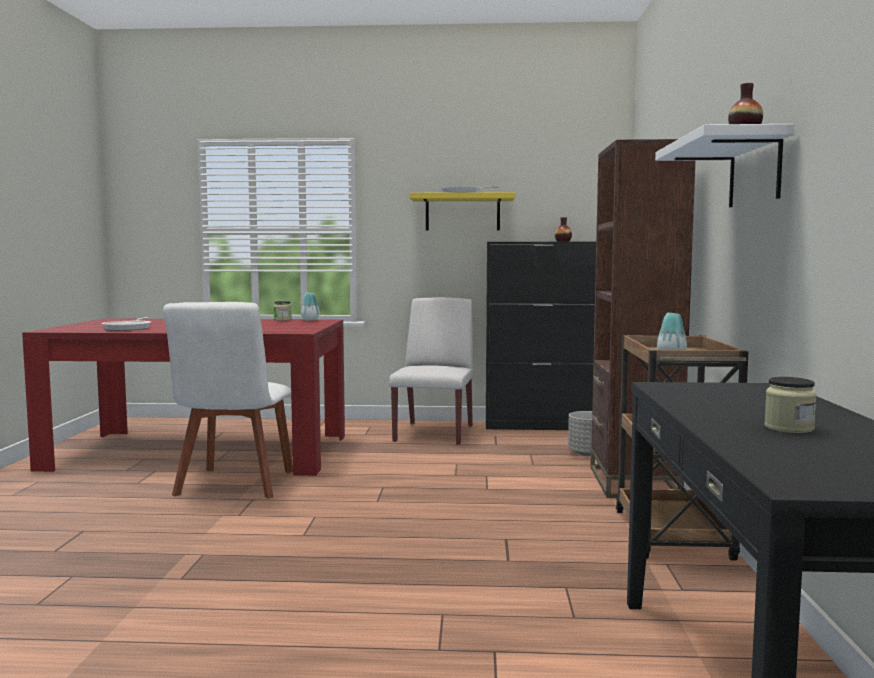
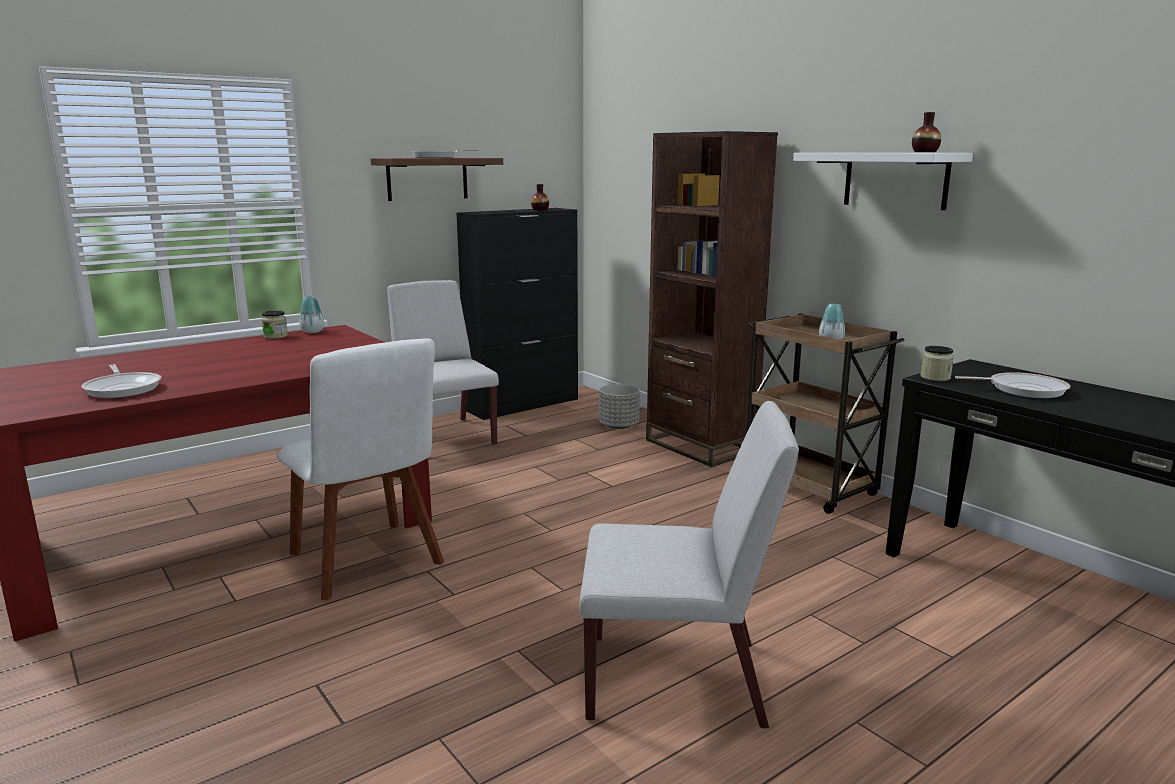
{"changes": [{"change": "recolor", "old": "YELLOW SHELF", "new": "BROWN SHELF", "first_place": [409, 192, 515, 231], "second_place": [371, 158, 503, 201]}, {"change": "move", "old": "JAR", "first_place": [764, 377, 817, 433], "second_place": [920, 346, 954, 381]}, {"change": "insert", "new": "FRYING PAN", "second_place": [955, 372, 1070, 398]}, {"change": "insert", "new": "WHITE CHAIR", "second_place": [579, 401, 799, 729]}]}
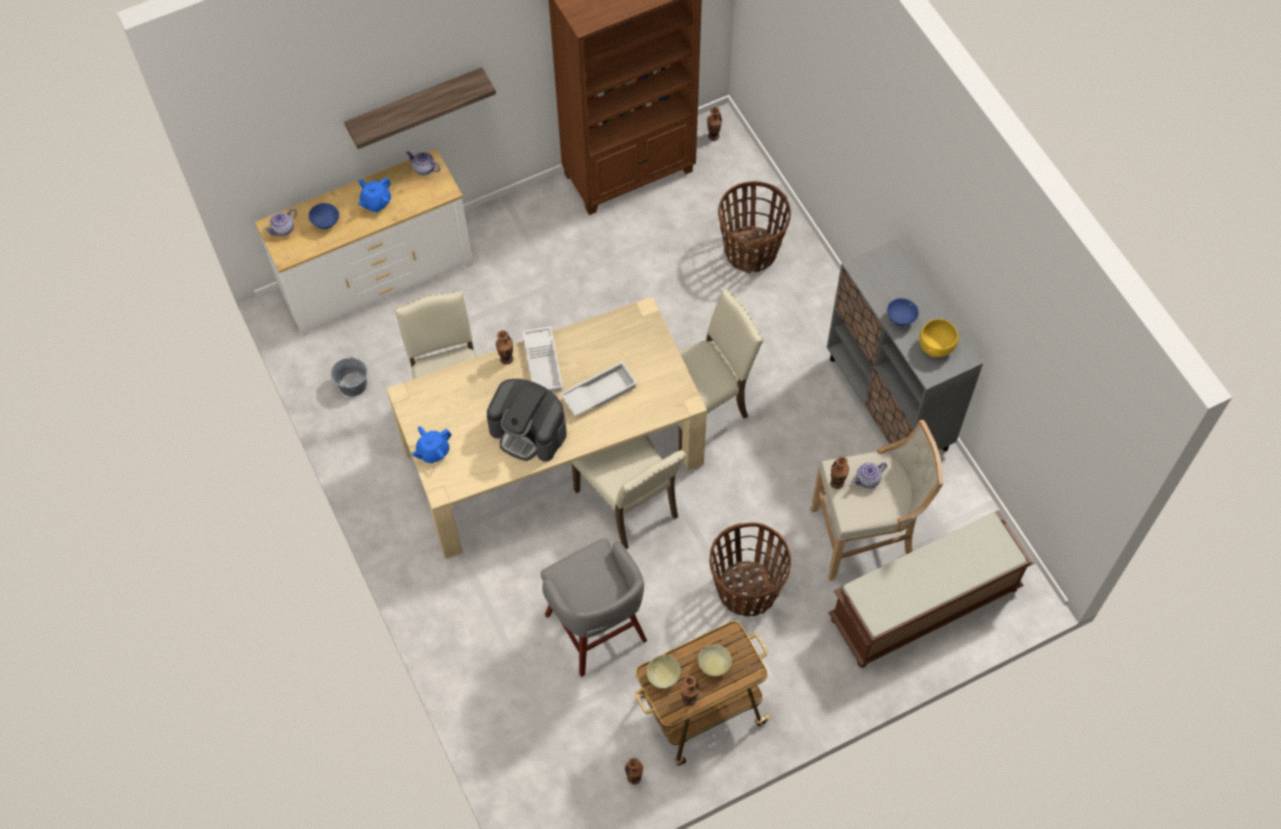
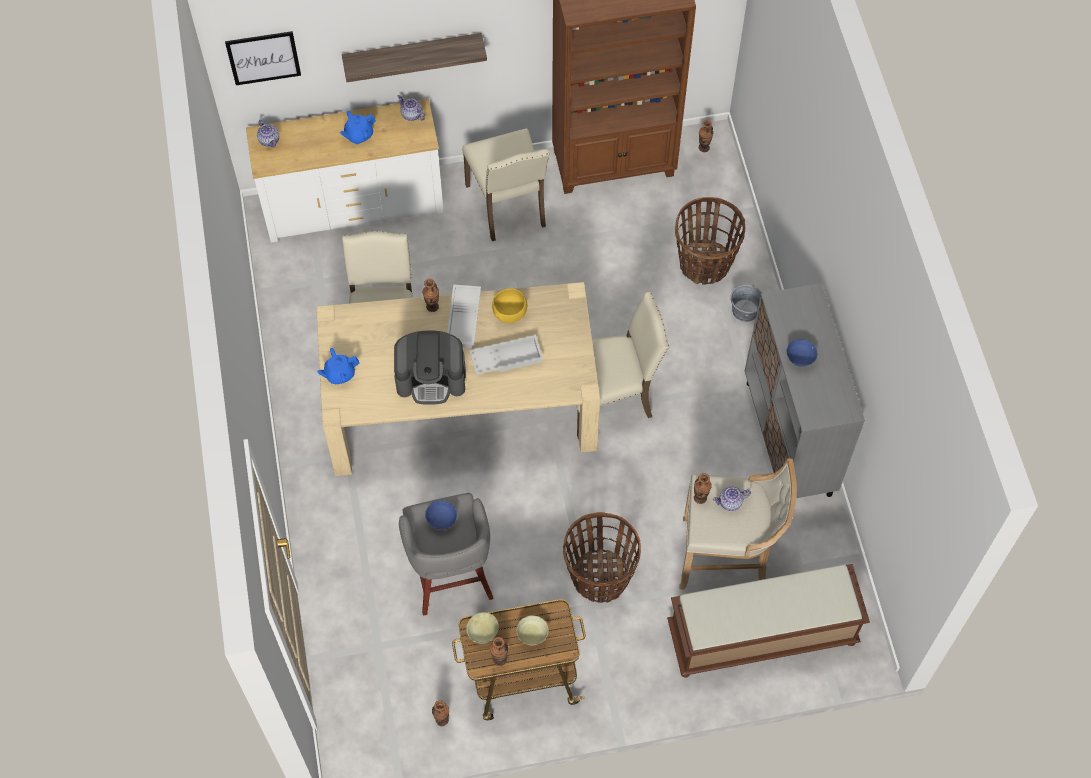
{"changes": [{"change": "move", "old": "BLUE BOWL", "first_place": [308, 203, 339, 229], "second_place": [425, 501, 457, 529]}, {"change": "rotate", "old": "TEAPOT", "first_place": [265, 209, 297, 236], "second_place": [257, 120, 279, 147], "degrees": -90}, {"change": "move", "old": "YELLOW BOWL", "first_place": [919, 319, 959, 357], "second_place": [492, 288, 527, 323]}, {"change": "move", "old": "GREY BUCKET", "first_place": [331, 356, 368, 396], "second_place": [730, 284, 762, 322]}, {"change": "rotate", "old": "COFFEE MACHINE", "first_place": [487, 379, 567, 462], "second_place": [394, 331, 466, 405], "degrees": -45}, {"change": "move", "old": "BEIGE CHAIR", "first_place": [571, 435, 686, 549], "second_place": [462, 128, 549, 241]}, {"change": "insert", "new": "PICTURE", "second_place": [225, 31, 301, 85]}]}
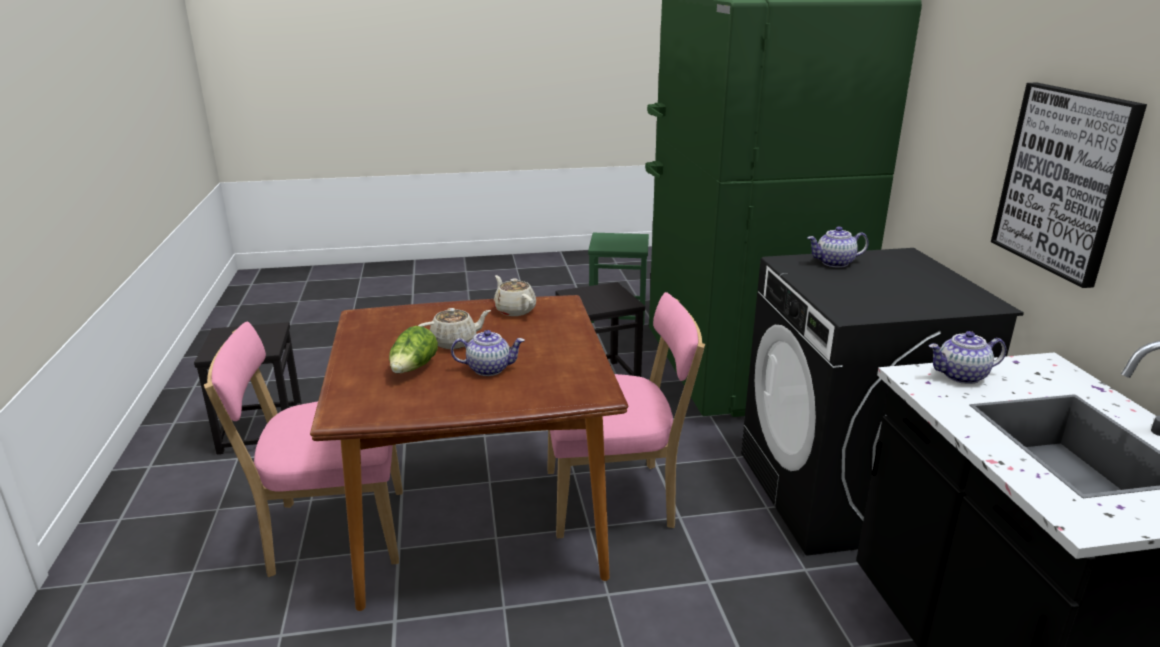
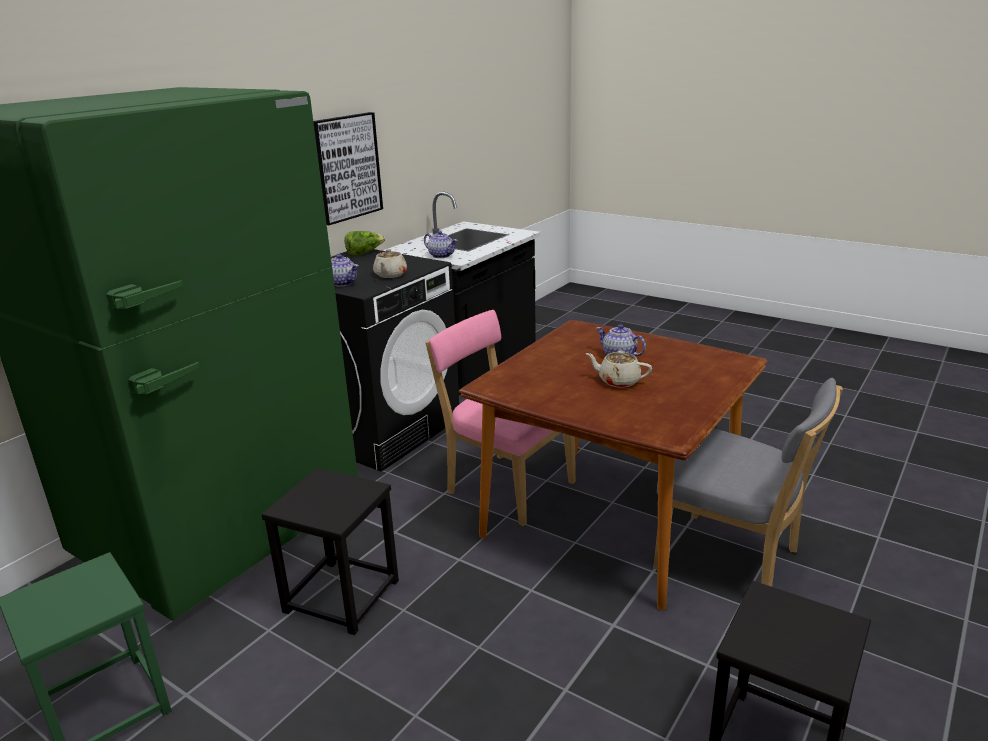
{"changes": [{"change": "move", "old": "BEIGE TEAPOT", "first_place": [493, 275, 536, 316], "second_place": [373, 249, 407, 278]}, {"change": "recolor", "old": "PINK CHAIR", "new": "GREY CHAIR", "first_place": [204, 322, 403, 577], "second_place": [653, 378, 843, 587]}, {"change": "move", "old": "LETTUCE", "first_place": [389, 326, 438, 373], "second_place": [344, 231, 385, 256]}]}
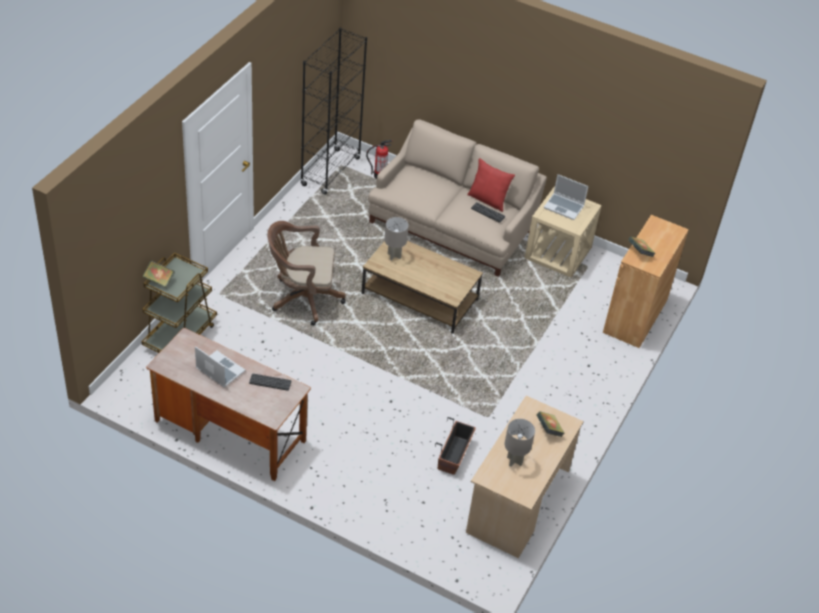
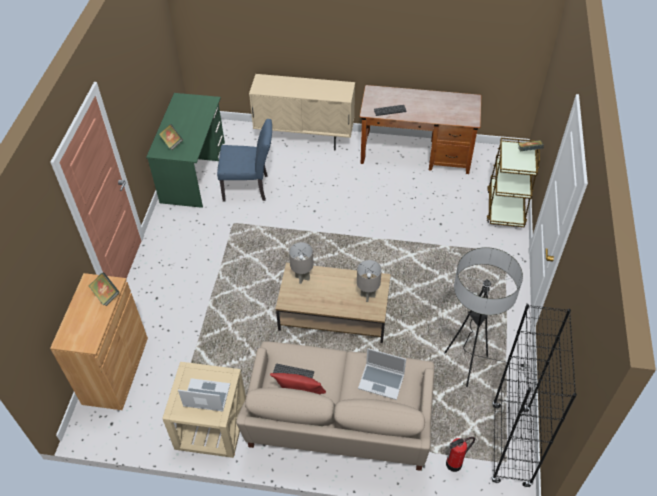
{"changes": [{"change": "delete", "old": "BROWN OFFICE CHAIR", "first_place": [267, 221, 346, 326]}, {"change": "move", "old": "LAPTOP", "first_place": [195, 346, 246, 388], "second_place": [358, 348, 406, 400]}, {"change": "recolor", "old": "BEIGE DESK", "new": "GREEN DESK", "first_place": [466, 396, 584, 558], "second_place": [146, 93, 225, 208]}, {"change": "replace", "old": "PLANTER", "new": "BLUE CHAIR", "first_place": [435, 417, 476, 475], "second_place": [217, 119, 272, 202]}, {"change": "move", "old": "GREY TABLE LAMP", "first_place": [505, 419, 535, 467], "second_place": [289, 242, 314, 284]}, {"change": "insert", "new": "BEIGE CABINET", "second_place": [249, 74, 355, 150]}, {"change": "insert", "new": "FLOOR LAMP", "second_place": [444, 247, 529, 387]}]}
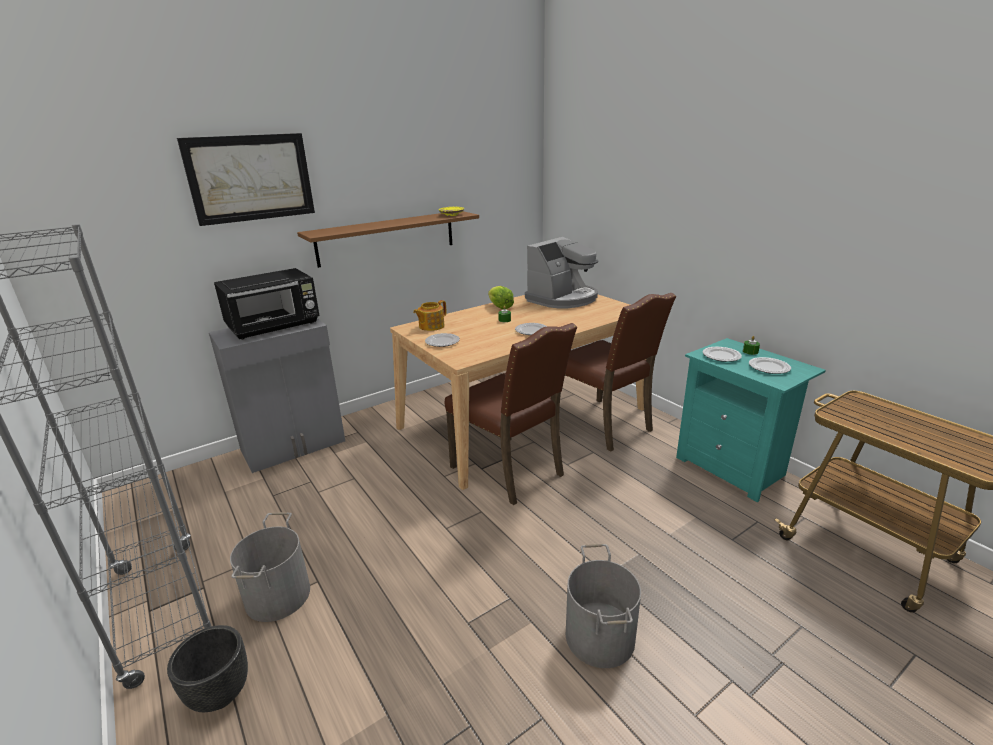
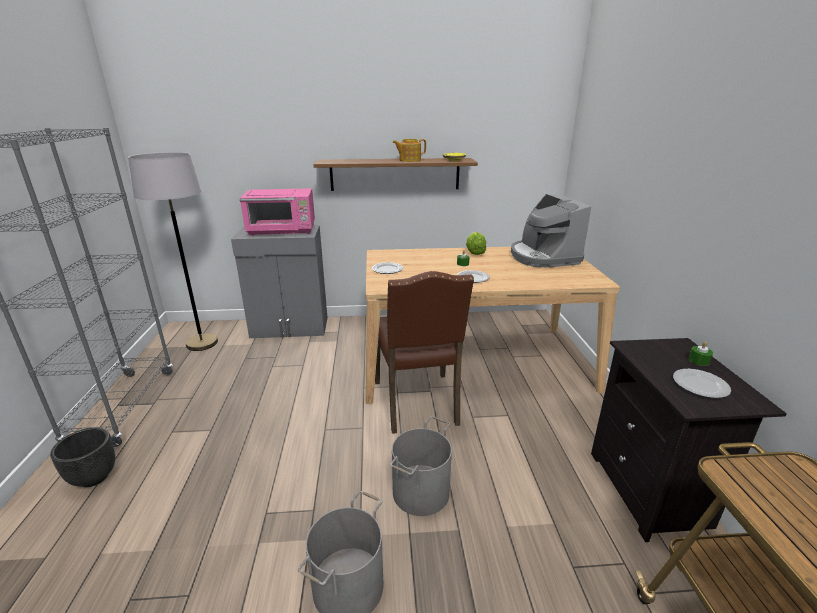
{"changes": [{"change": "delete", "old": "PICTURE", "first_place": [177, 133, 315, 226]}, {"change": "rotate", "old": "COFFEE MACHINE", "first_place": [525, 237, 598, 308], "second_place": [511, 194, 591, 268], "degrees": 90}, {"change": "recolor", "old": "BLACK MICROWAVE", "new": "PINK MICROWAVE", "first_place": [214, 268, 320, 340], "second_place": [240, 188, 315, 236]}, {"change": "delete", "old": "BROWN CHAIR", "first_place": [565, 293, 676, 452]}, {"change": "move", "old": "TEAPOT", "first_place": [413, 300, 446, 331], "second_place": [393, 139, 426, 162]}, {"change": "recolor", "old": "TURQUOISE NIGHTSTAND", "new": "BLACK NIGHTSTAND", "first_place": [676, 338, 826, 502], "second_place": [591, 338, 787, 542]}, {"change": "delete", "old": "PLATE", "first_place": [703, 347, 742, 362]}, {"change": "move", "old": "GREY BUCKET", "first_place": [230, 512, 310, 622], "second_place": [390, 416, 452, 516]}, {"change": "insert", "new": "GREY FLOOR LAMP", "second_place": [128, 152, 218, 351]}]}
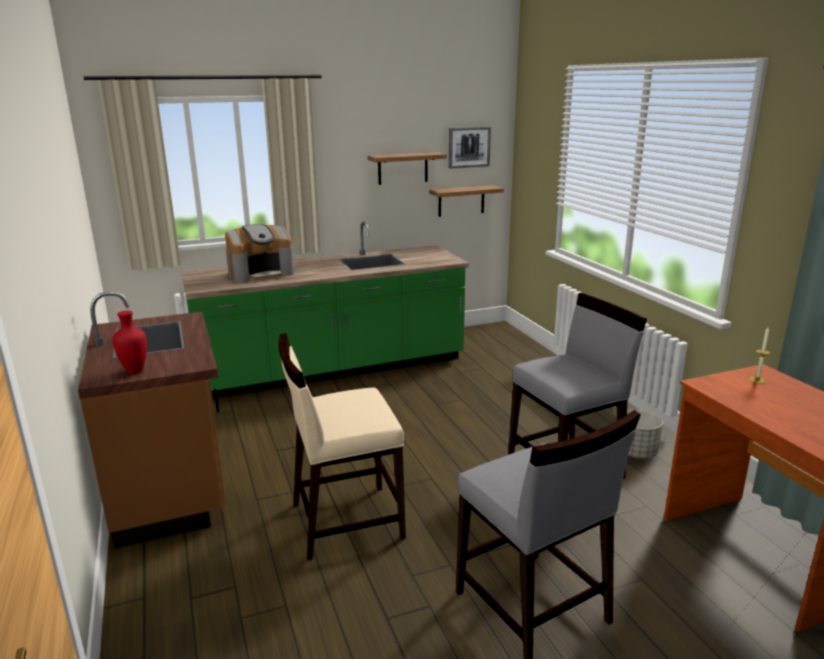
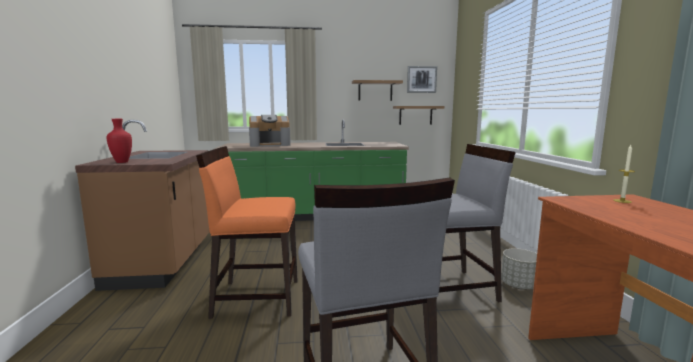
{"changes": [{"change": "recolor", "old": "BEIGE CHAIR", "new": "ORANGE CHAIR", "first_place": [279, 333, 406, 560], "second_place": [196, 146, 298, 319]}]}
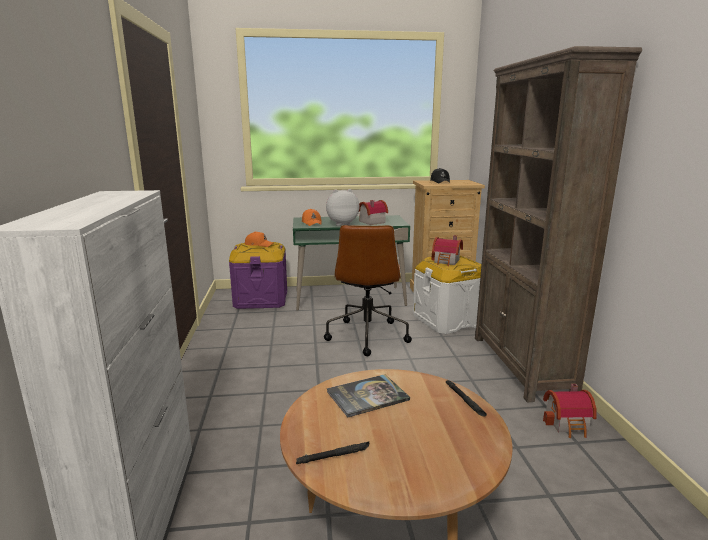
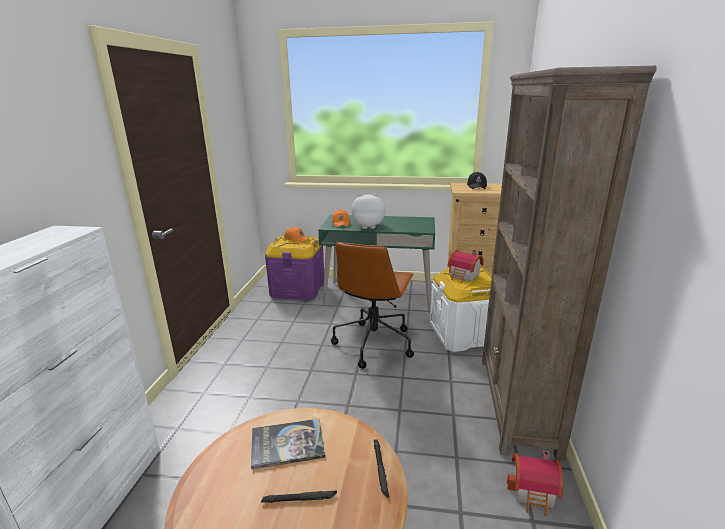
{"changes": [{"change": "delete", "old": "TOY HOUSE", "first_place": [359, 200, 388, 225]}, {"change": "move", "old": "BLACK FLASHLIGHT", "first_place": [296, 442, 369, 464], "second_place": [261, 491, 337, 503]}]}
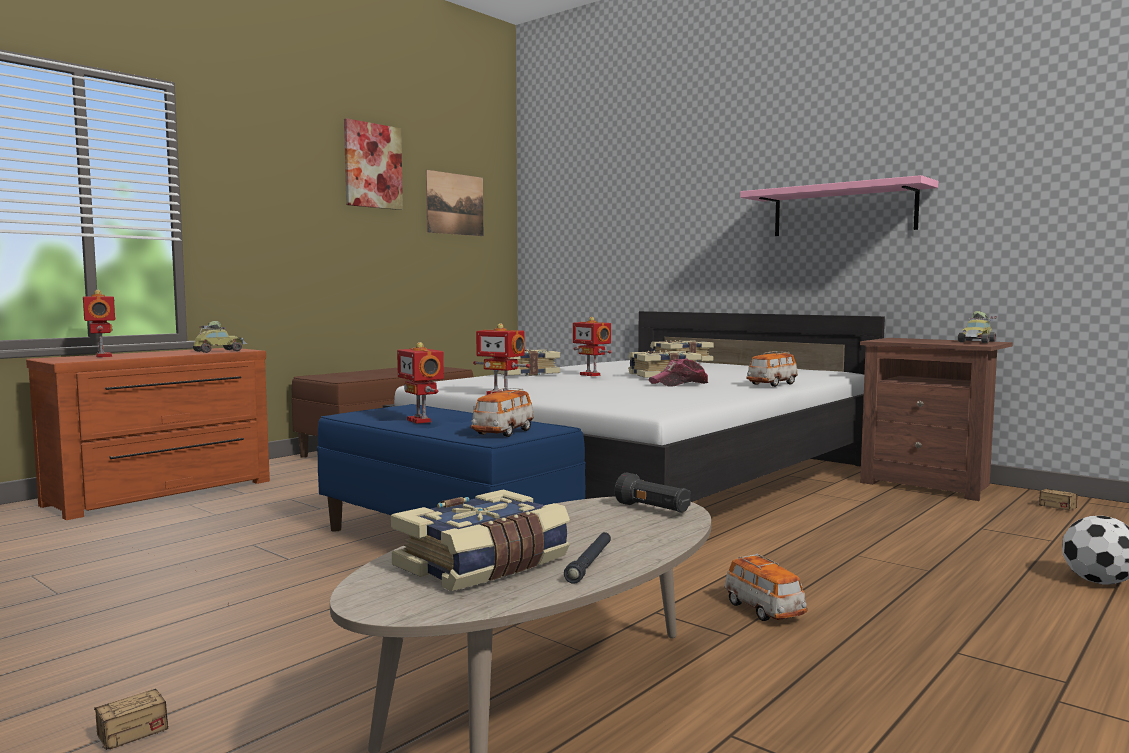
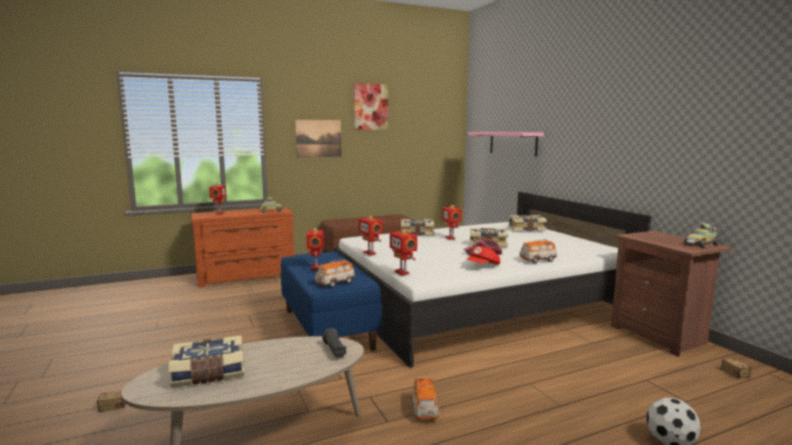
{"changes": [{"change": "move", "old": "PICTURE", "first_place": [426, 170, 483, 236], "second_place": [295, 120, 342, 158]}, {"change": "move", "old": "PINK SHELF", "first_place": [740, 175, 938, 236], "second_place": [468, 132, 544, 156]}, {"change": "delete", "old": "BLACK FLASHLIGHT", "first_place": [564, 532, 611, 584]}, {"change": "insert", "new": "TOY ROBOT", "second_place": [390, 229, 417, 275]}, {"change": "insert", "new": "RED CAP", "second_place": [466, 246, 500, 265]}]}
